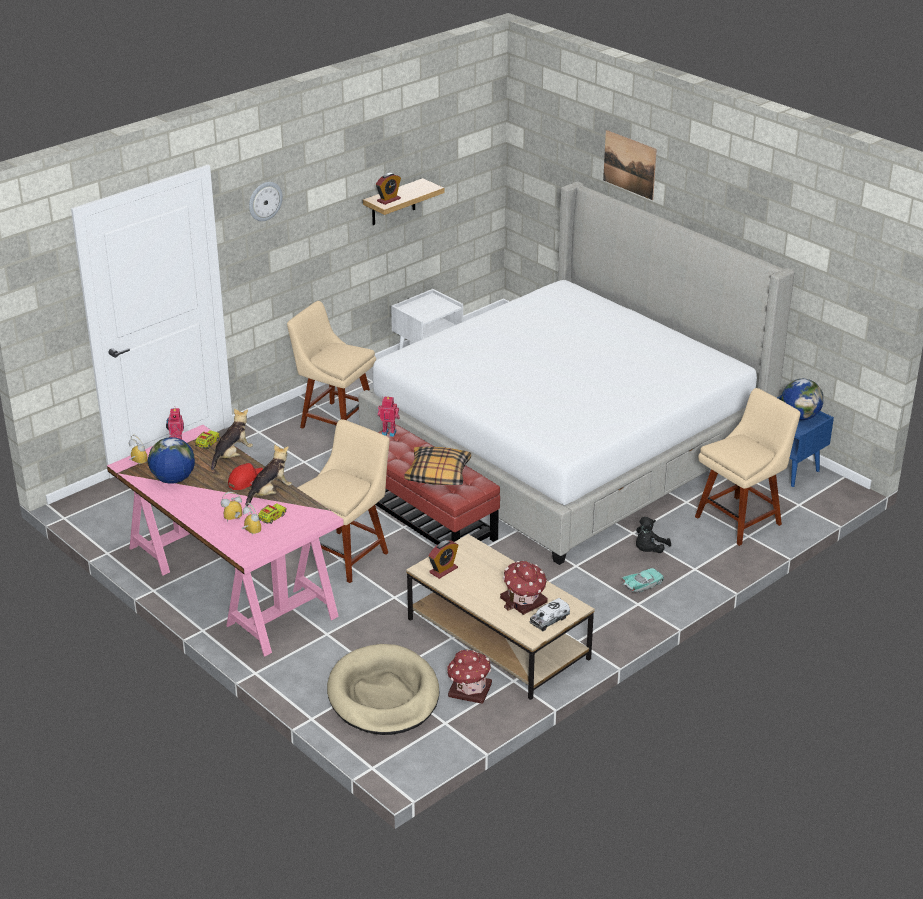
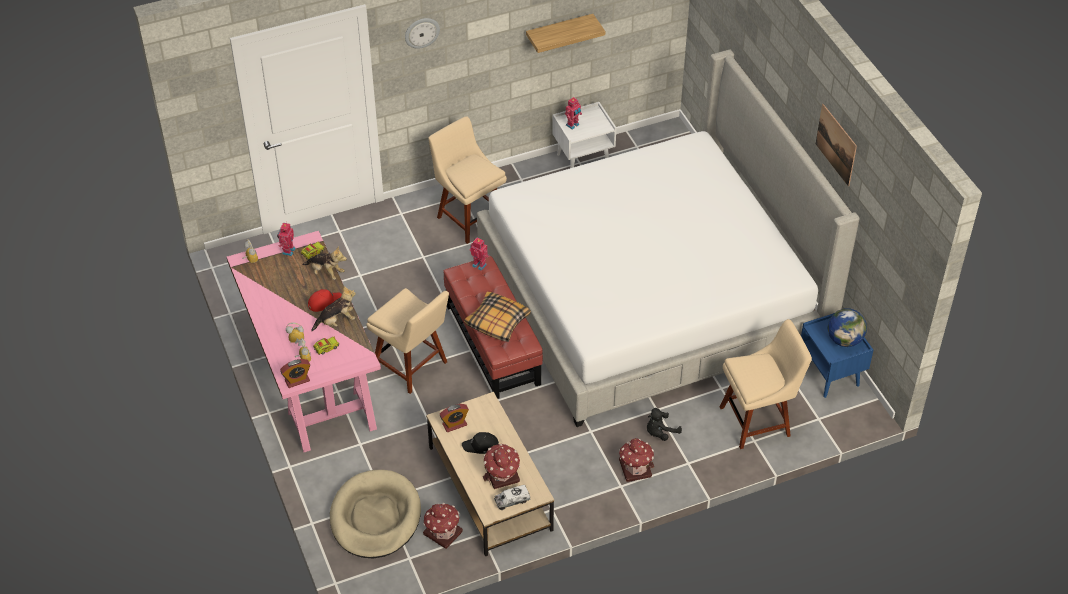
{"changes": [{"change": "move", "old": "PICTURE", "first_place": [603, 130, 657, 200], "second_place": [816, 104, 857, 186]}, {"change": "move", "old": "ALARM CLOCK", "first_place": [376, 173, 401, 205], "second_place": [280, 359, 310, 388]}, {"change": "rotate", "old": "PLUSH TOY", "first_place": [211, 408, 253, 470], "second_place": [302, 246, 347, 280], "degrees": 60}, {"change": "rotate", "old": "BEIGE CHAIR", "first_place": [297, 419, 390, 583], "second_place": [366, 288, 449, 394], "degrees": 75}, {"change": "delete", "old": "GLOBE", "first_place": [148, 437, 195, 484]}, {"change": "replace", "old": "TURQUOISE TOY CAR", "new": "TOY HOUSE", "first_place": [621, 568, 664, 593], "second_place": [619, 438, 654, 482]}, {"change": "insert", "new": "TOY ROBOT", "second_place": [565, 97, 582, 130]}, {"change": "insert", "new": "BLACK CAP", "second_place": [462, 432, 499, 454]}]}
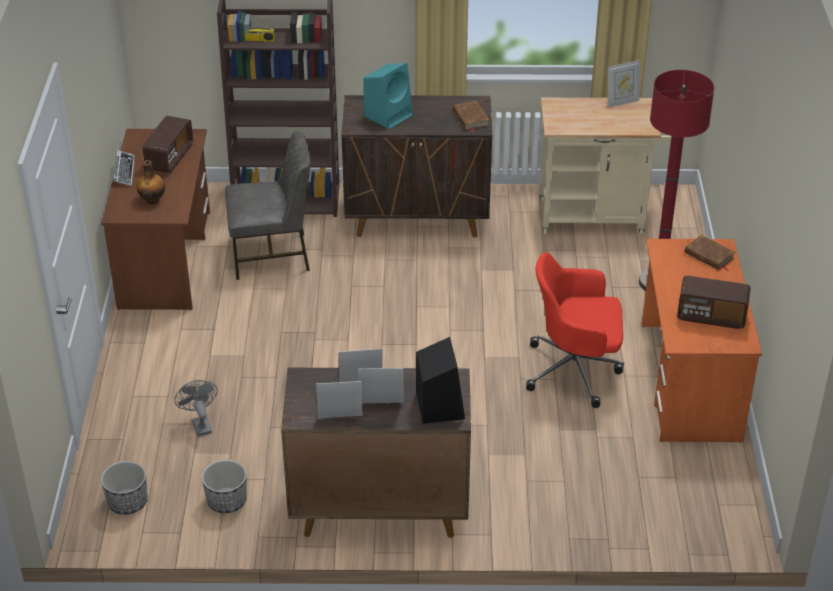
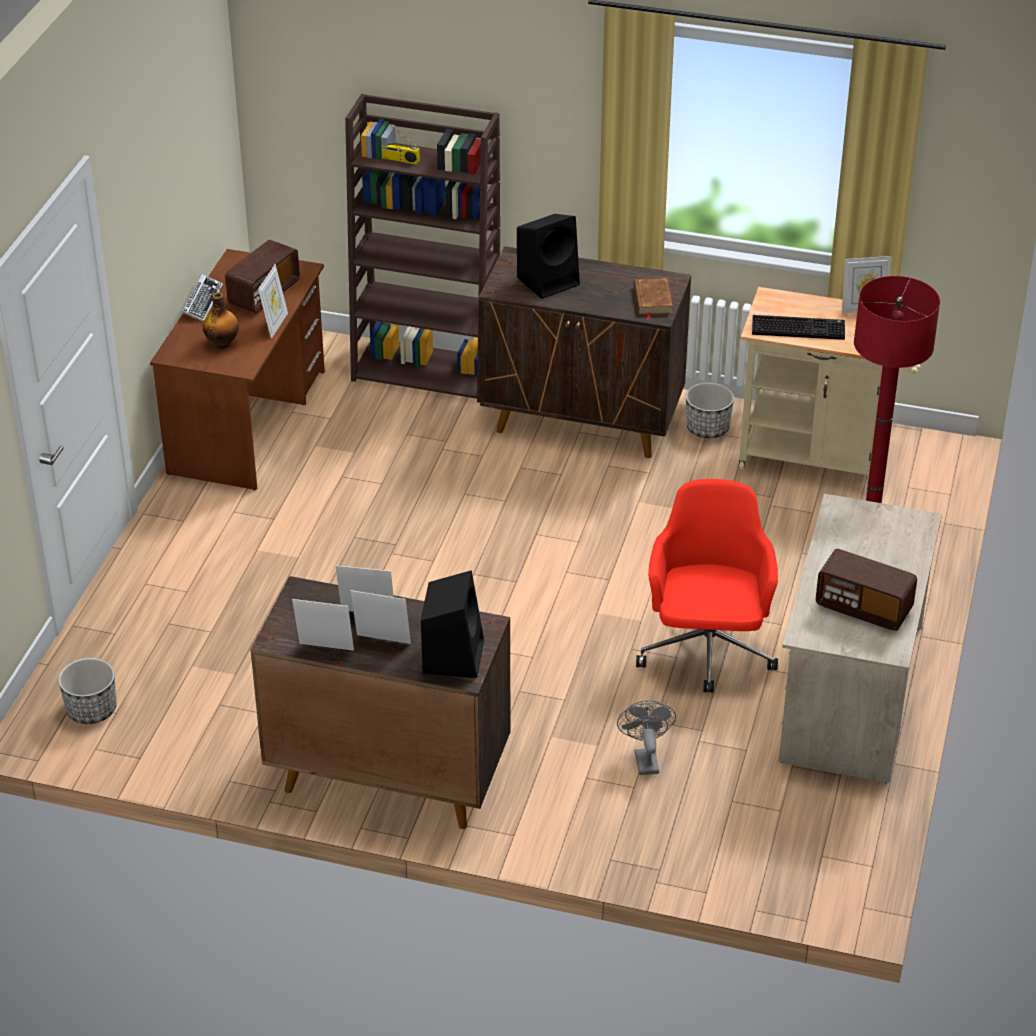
{"changes": [{"change": "recolor", "old": "TURQUOISE SPEAKER", "new": "BLACK SPEAKER", "first_place": [363, 63, 413, 129], "second_place": [517, 214, 580, 299]}, {"change": "delete", "old": "GREY CHAIR", "first_place": [225, 131, 311, 280]}, {"change": "delete", "old": "BROWN BOOK", "first_place": [684, 235, 735, 271]}, {"change": "recolor", "old": "ORANGE DESK", "new": "BEIGE DESK", "first_place": [642, 239, 762, 443], "second_place": [779, 494, 942, 783]}, {"change": "rotate", "old": "RED OFFICE CHAIR", "first_place": [526, 252, 624, 408], "second_place": [636, 479, 778, 693], "degrees": 75}, {"change": "move", "old": "GREY FAN", "first_place": [174, 380, 218, 437], "second_place": [617, 700, 676, 775]}, {"change": "move", "old": "PLANTER", "first_place": [202, 460, 247, 513], "second_place": [686, 382, 734, 438]}, {"change": "insert", "new": "PICTURE FRAME", "second_place": [258, 264, 288, 339]}, {"change": "insert", "new": "KEYBOARD", "second_place": [752, 315, 845, 340]}]}
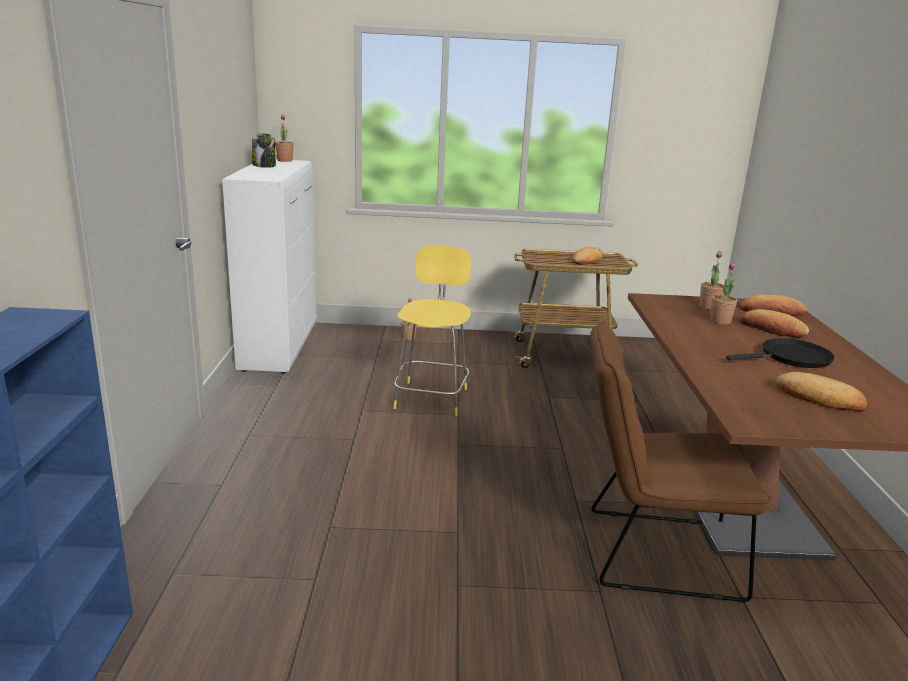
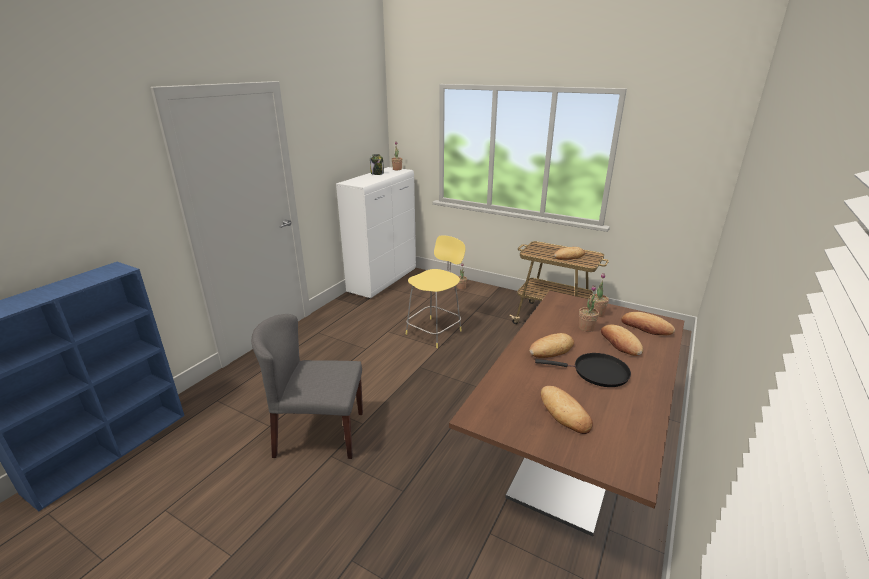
{"changes": [{"change": "delete", "old": "BROWN CHAIR", "first_place": [590, 321, 772, 602]}, {"change": "insert", "new": "GREY CHAIR", "second_place": [251, 314, 363, 459]}, {"change": "insert", "new": "BREAD", "second_place": [529, 333, 574, 358]}]}
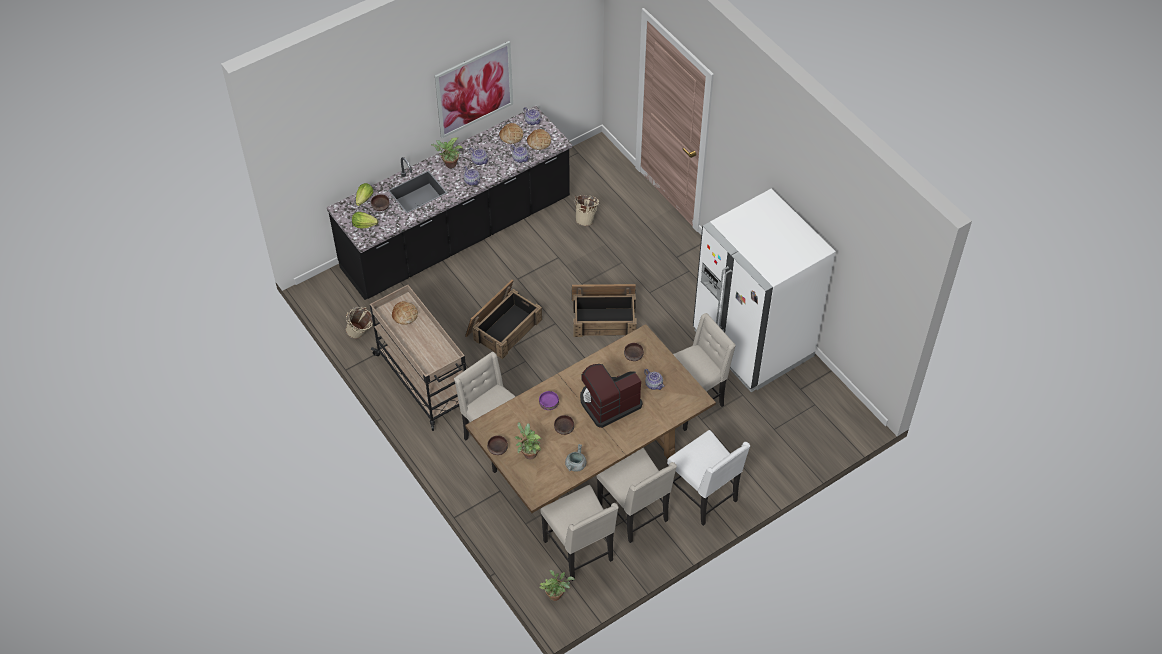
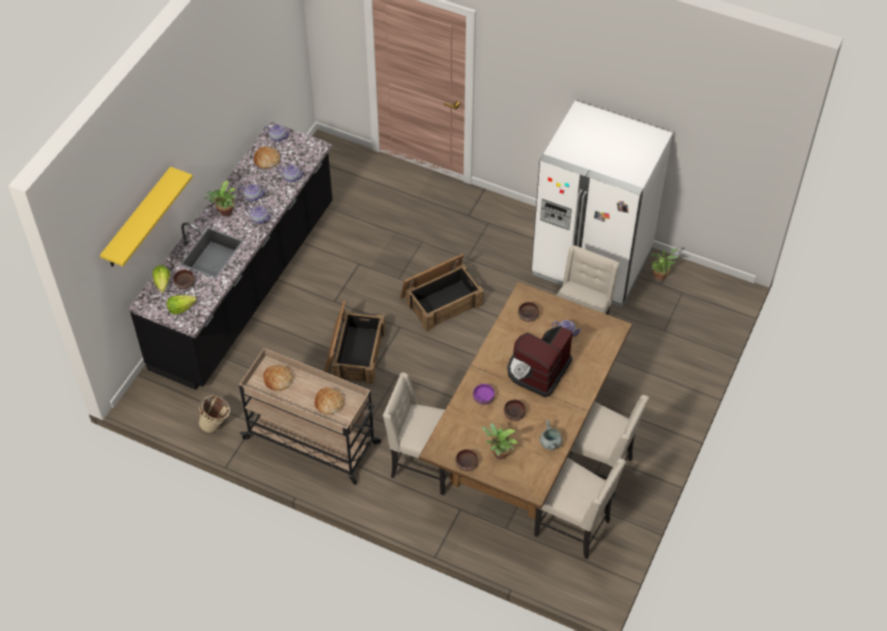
{"changes": [{"change": "delete", "old": "PICTURE", "first_place": [435, 41, 513, 138]}, {"change": "move", "old": "BREAD", "first_place": [527, 129, 551, 150], "second_place": [315, 387, 344, 414]}, {"change": "delete", "old": "BEIGE BUCKET", "first_place": [574, 195, 600, 226]}, {"change": "delete", "old": "WHITE CHAIR", "first_place": [667, 430, 750, 526]}, {"change": "move", "old": "POTTED PLANT", "first_place": [540, 570, 575, 601], "second_place": [649, 248, 679, 280]}, {"change": "insert", "new": "YELLOW SHELF", "second_place": [100, 167, 193, 267]}]}
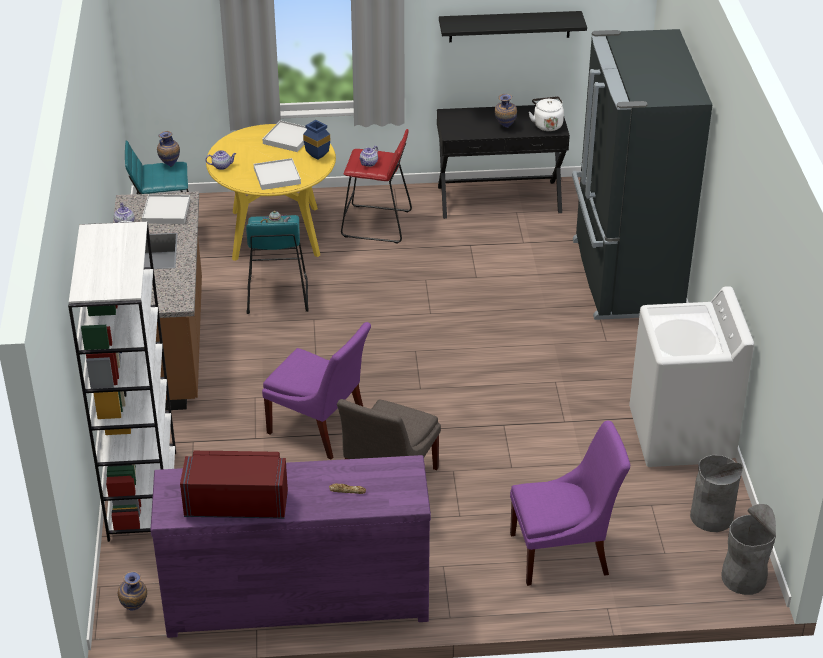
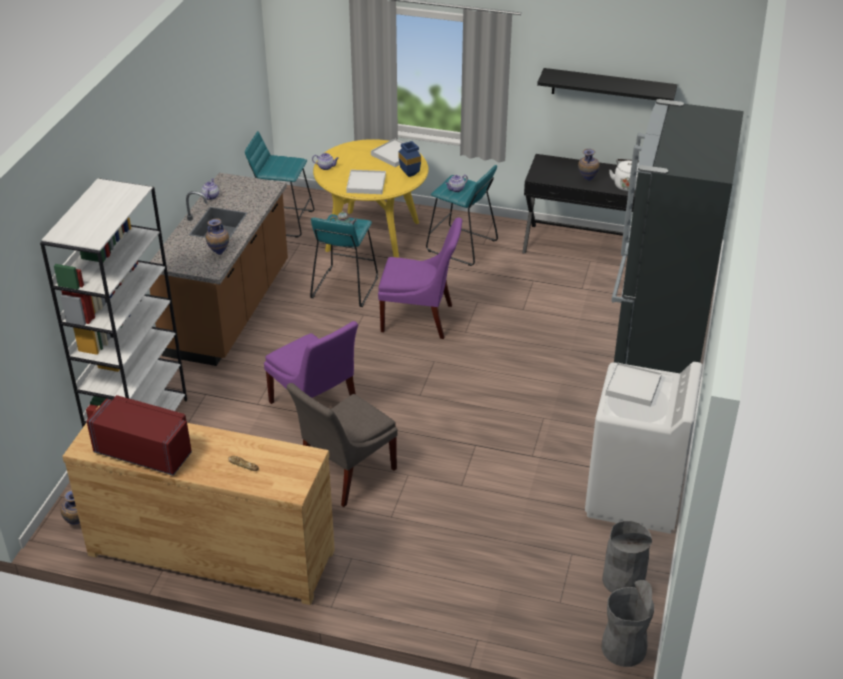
{"changes": [{"change": "recolor", "old": "RED STOOL", "new": "TURQUOISE STOOL", "first_place": [341, 129, 412, 244], "second_place": [426, 165, 498, 266]}, {"change": "move", "old": "VASE", "first_place": [157, 131, 180, 167], "second_place": [206, 219, 229, 255]}, {"change": "move", "old": "WHITE TRAY", "first_place": [142, 194, 190, 224], "second_place": [605, 362, 662, 406]}, {"change": "move", "old": "PURPLE CHAIR", "first_place": [510, 421, 630, 586], "second_place": [378, 217, 462, 339]}, {"change": "recolor", "old": "PURPLE DRESSER", "new": "BROWN DRESSER", "first_place": [151, 455, 431, 638], "second_place": [62, 406, 335, 605]}]}
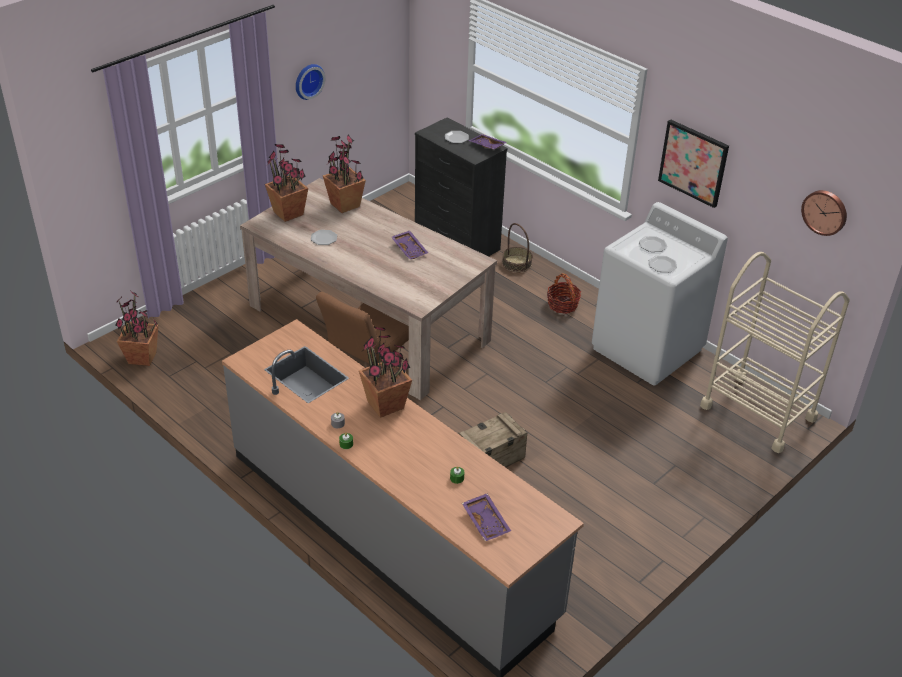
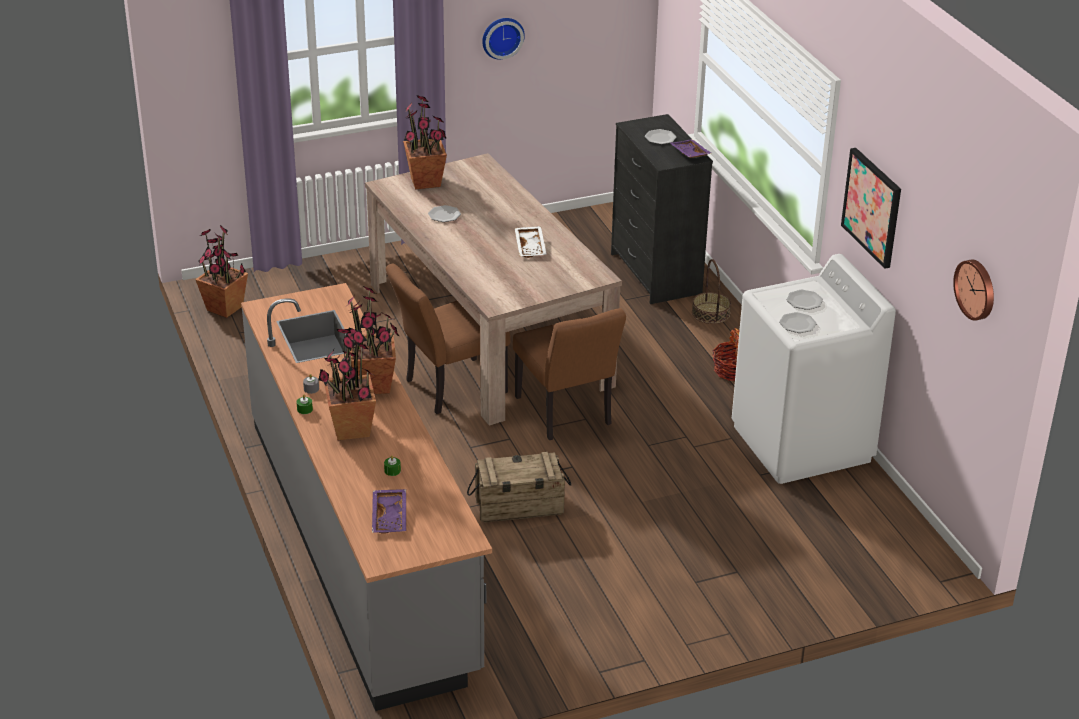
{"changes": [{"change": "move", "old": "POTTED PLANT", "first_place": [323, 135, 366, 213], "second_place": [318, 329, 376, 440]}, {"change": "recolor", "old": "PURPLE TRAY", "new": "WHITE TRAY", "first_place": [391, 231, 428, 260], "second_place": [515, 226, 547, 258]}, {"change": "delete", "old": "BEIGE CART", "first_place": [700, 252, 850, 453]}, {"change": "insert", "new": "BROWN CHAIR", "second_place": [513, 308, 626, 440]}]}
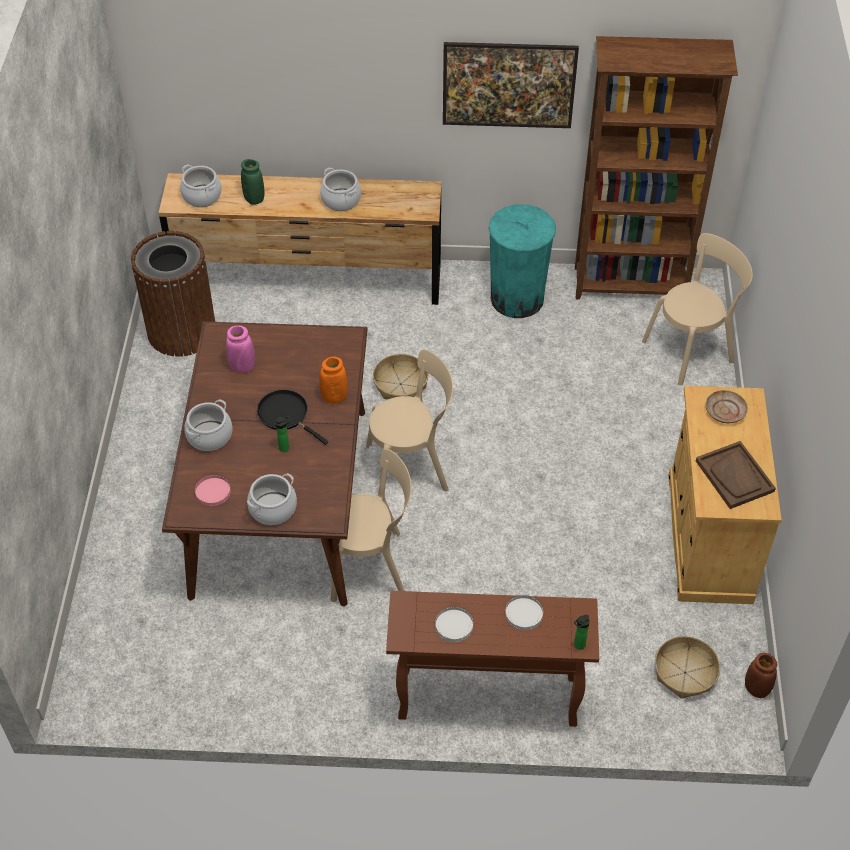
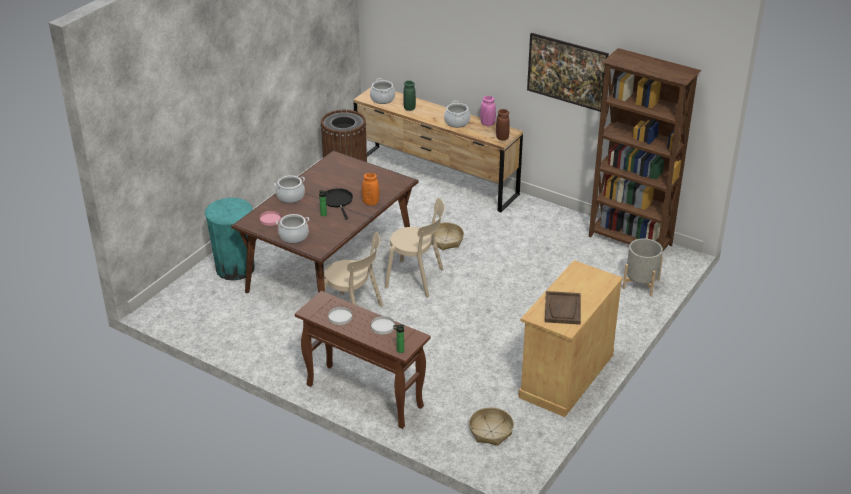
{"changes": [{"change": "move", "old": "TURQUOISE TRASH CAN", "first_place": [489, 204, 556, 318], "second_place": [205, 198, 255, 281]}, {"change": "replace", "old": "BEIGE CHAIR", "new": "GREY PLANTER", "first_place": [642, 233, 753, 385], "second_place": [623, 238, 663, 297]}, {"change": "move", "old": "PINK VASE", "first_place": [226, 325, 255, 372], "second_place": [480, 96, 496, 126]}, {"change": "delete", "old": "BEIGE PLATE", "first_place": [706, 390, 748, 423]}, {"change": "move", "old": "BROWN VASE", "first_place": [745, 653, 777, 698], "second_place": [496, 109, 510, 140]}]}
